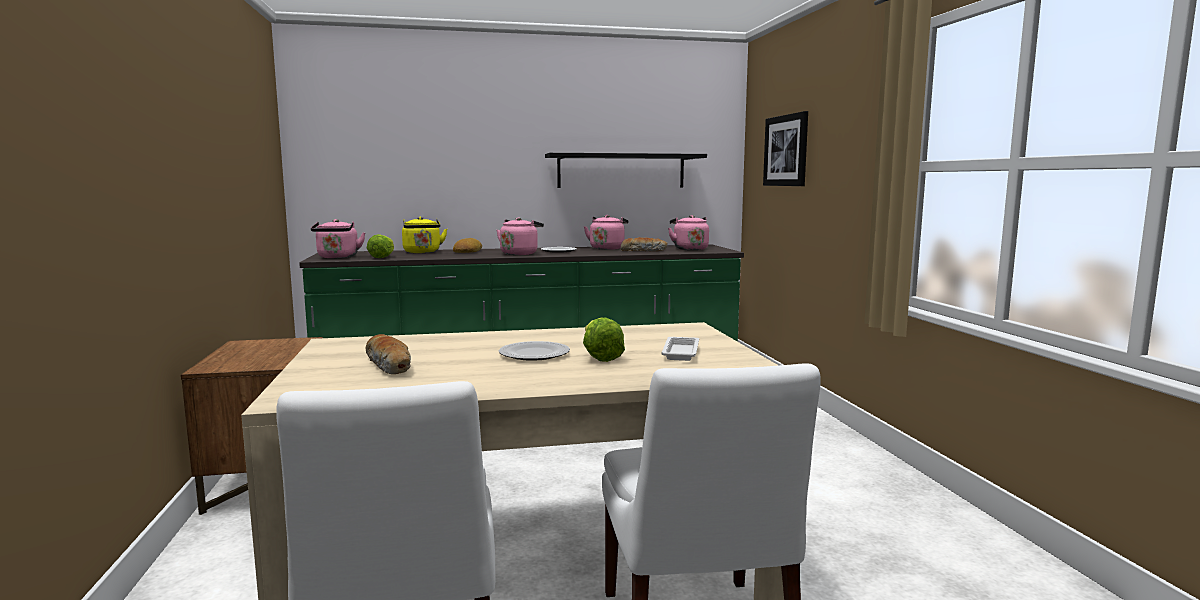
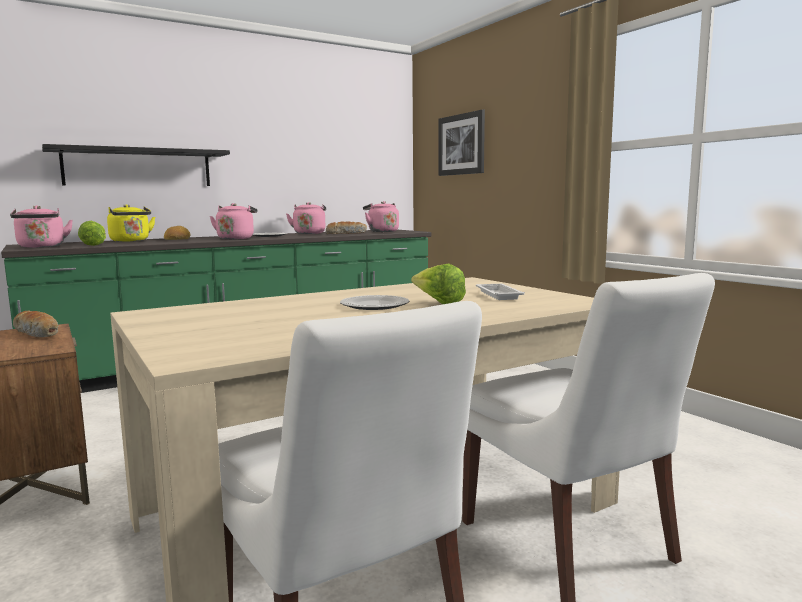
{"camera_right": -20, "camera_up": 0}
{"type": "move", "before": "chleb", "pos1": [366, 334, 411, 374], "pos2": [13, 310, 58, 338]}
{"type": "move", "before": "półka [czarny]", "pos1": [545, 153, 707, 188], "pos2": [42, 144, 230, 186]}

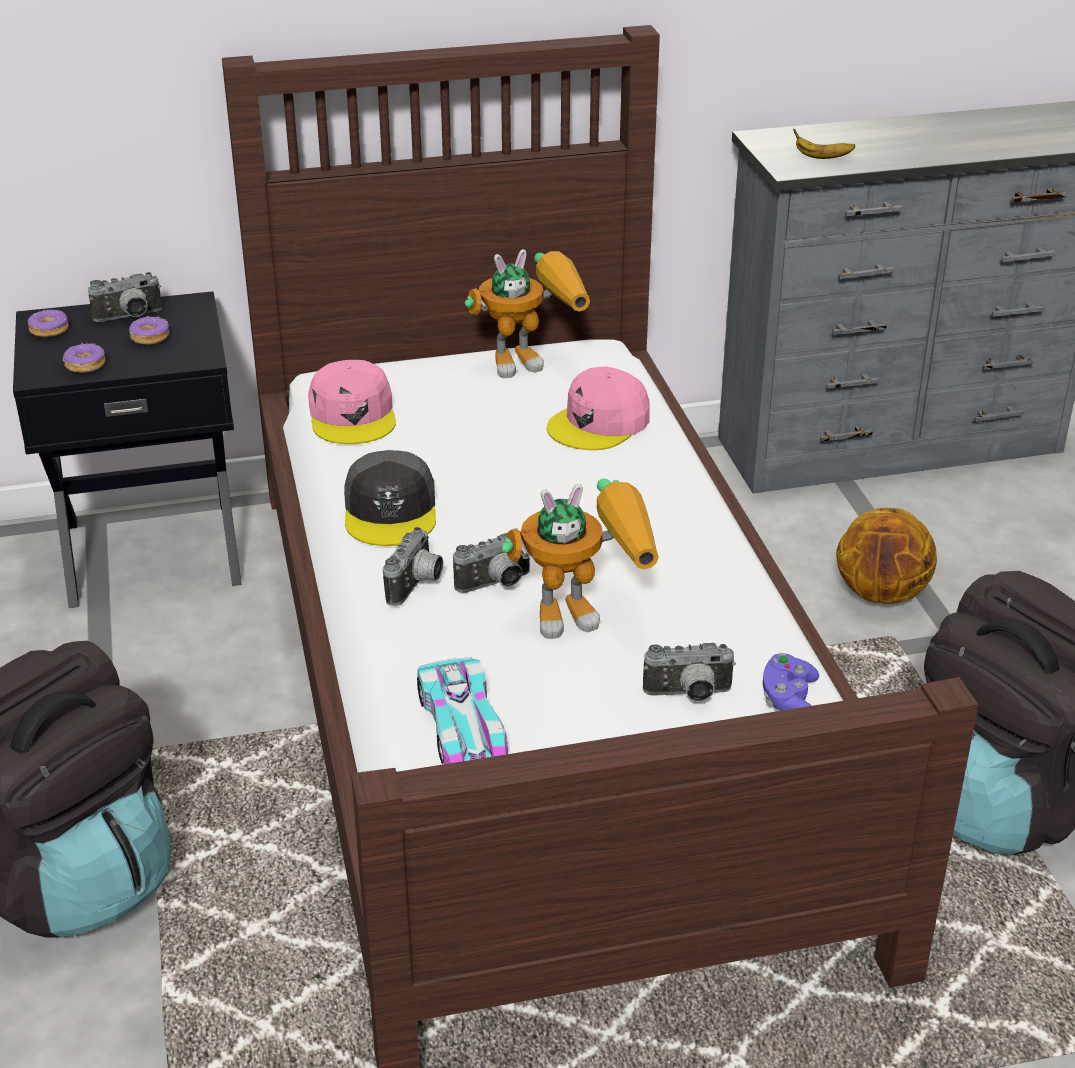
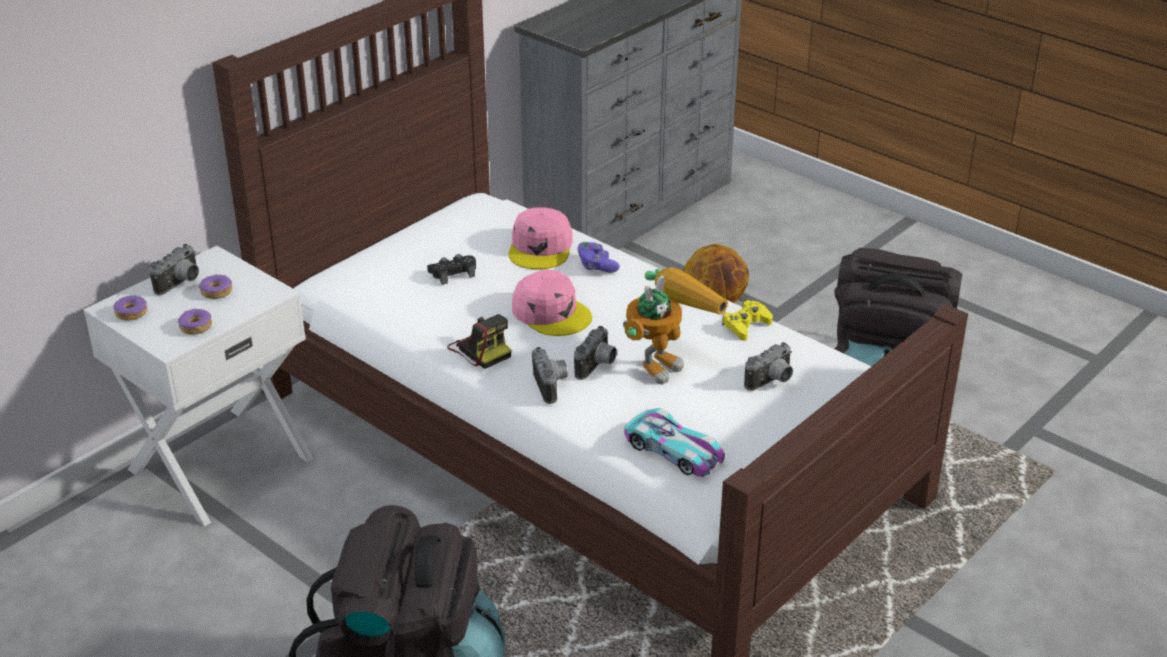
{"camera_right": -35, "camera_up": 0}
{"type": "delete", "before": "robot zabawkowy", "pos1": [465, 249, 590, 378]}
{"type": "delete", "before": "banan", "pos1": [793, 129, 855, 159]}
{"type": "insert", "after": "pad do gier [czarny]", "pos2": [427, 254, 476, 285]}
{"type": "insert", "after": "pad do gier [żółty]", "pos2": [722, 300, 773, 341]}
{"type": "move", "before": "czapka z daszkiem [różowy]", "pos1": [308, 360, 396, 444], "pos2": [512, 270, 592, 336]}
{"type": "move", "before": "pad do gier [fioletowy]", "pos1": [763, 653, 819, 711], "pos2": [577, 242, 620, 273]}
{"type": "replace", "before": "czapka z daszkiem [szary]", "after": "aparat fotograficzny", "pos1": [344, 450, 436, 546], "pos2": [447, 314, 511, 369]}
{"type": "recolor", "before": "szafka nocna [czarny]", "after": "szafka nocna [biały]", "pos1": [13, 291, 242, 608], "pos2": [84, 246, 314, 526]}

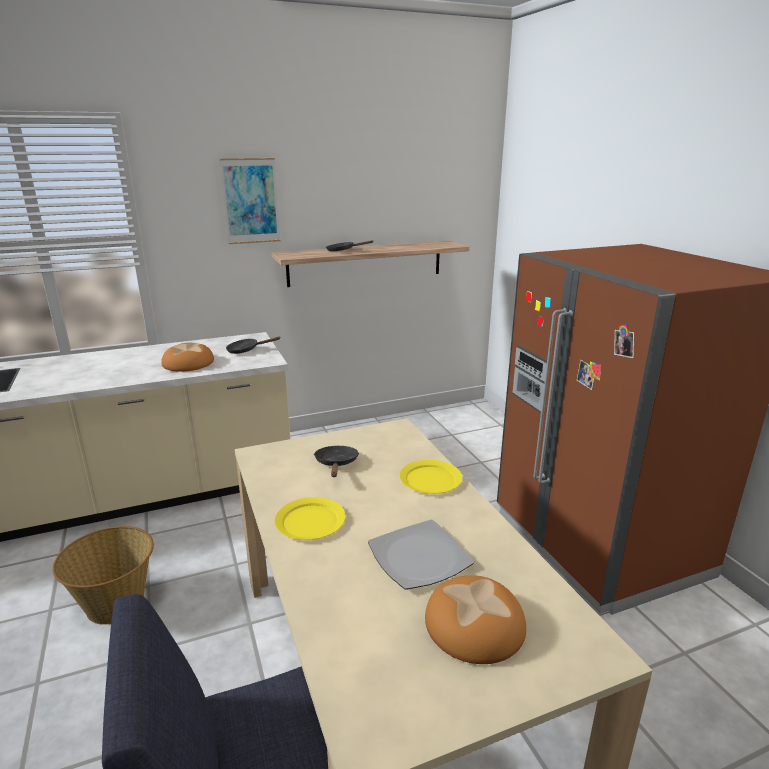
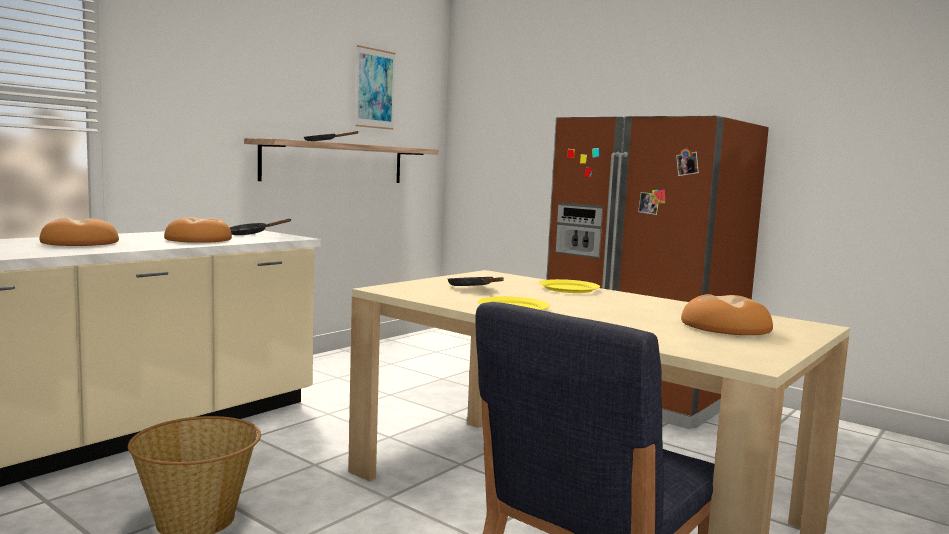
{"camera_right": -30, "camera_up": -15}
{"type": "delete", "before": "talerz", "pos1": [368, 520, 474, 590]}
{"type": "insert", "after": "chleb", "pos2": [40, 218, 119, 246]}
{"type": "move", "before": "obraz", "pos1": [219, 158, 280, 244], "pos2": [355, 45, 396, 130]}

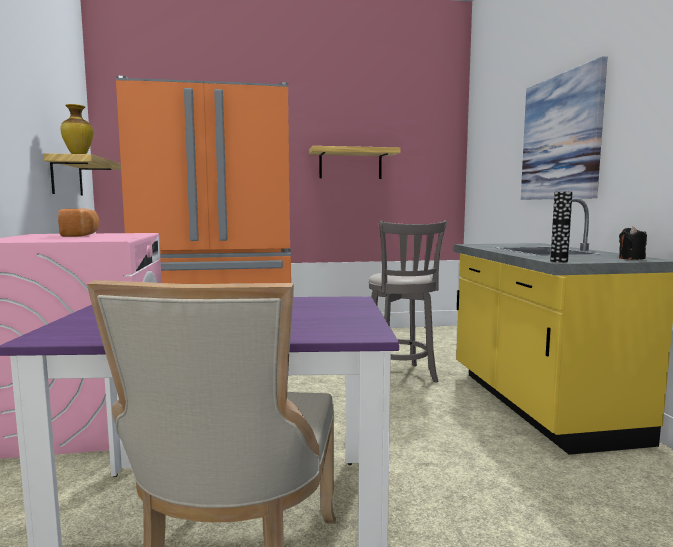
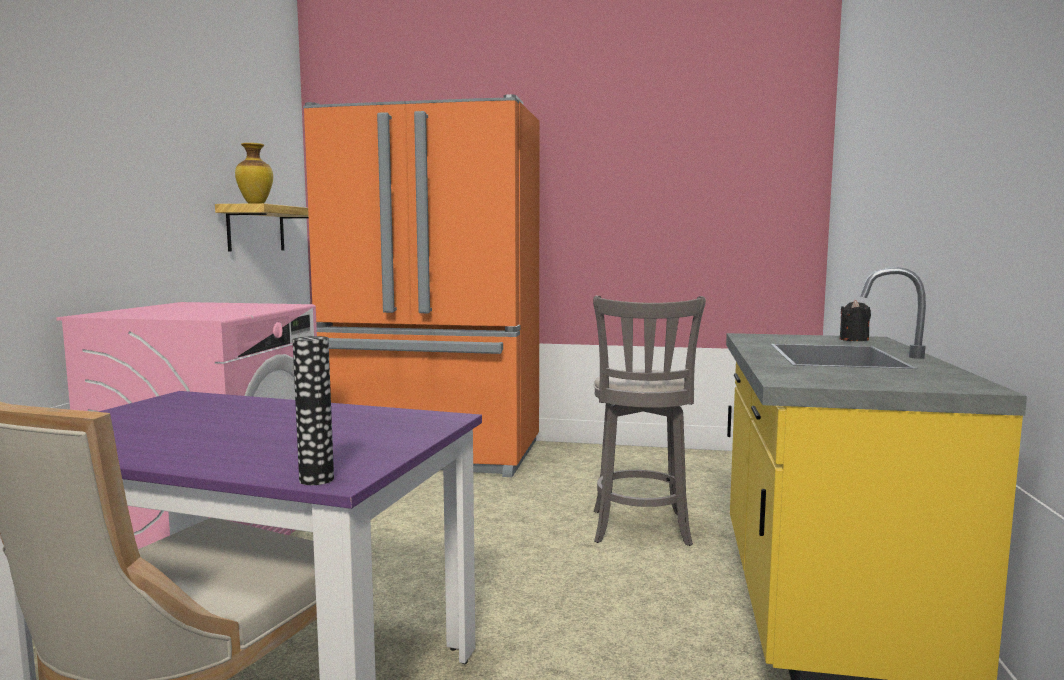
{"camera_right": 20, "camera_up": 0}
{"type": "delete", "before": "chleb", "pos1": [58, 208, 99, 237]}
{"type": "delete", "before": "półka", "pos1": [309, 146, 401, 179]}
{"type": "delete", "before": "obraz", "pos1": [521, 56, 607, 200]}
{"type": "move", "before": "wazon", "pos1": [550, 192, 573, 263], "pos2": [292, 336, 334, 485]}
{"type": "move", "before": "świeca [czarny]", "pos1": [619, 226, 647, 260], "pos2": [840, 300, 871, 341]}

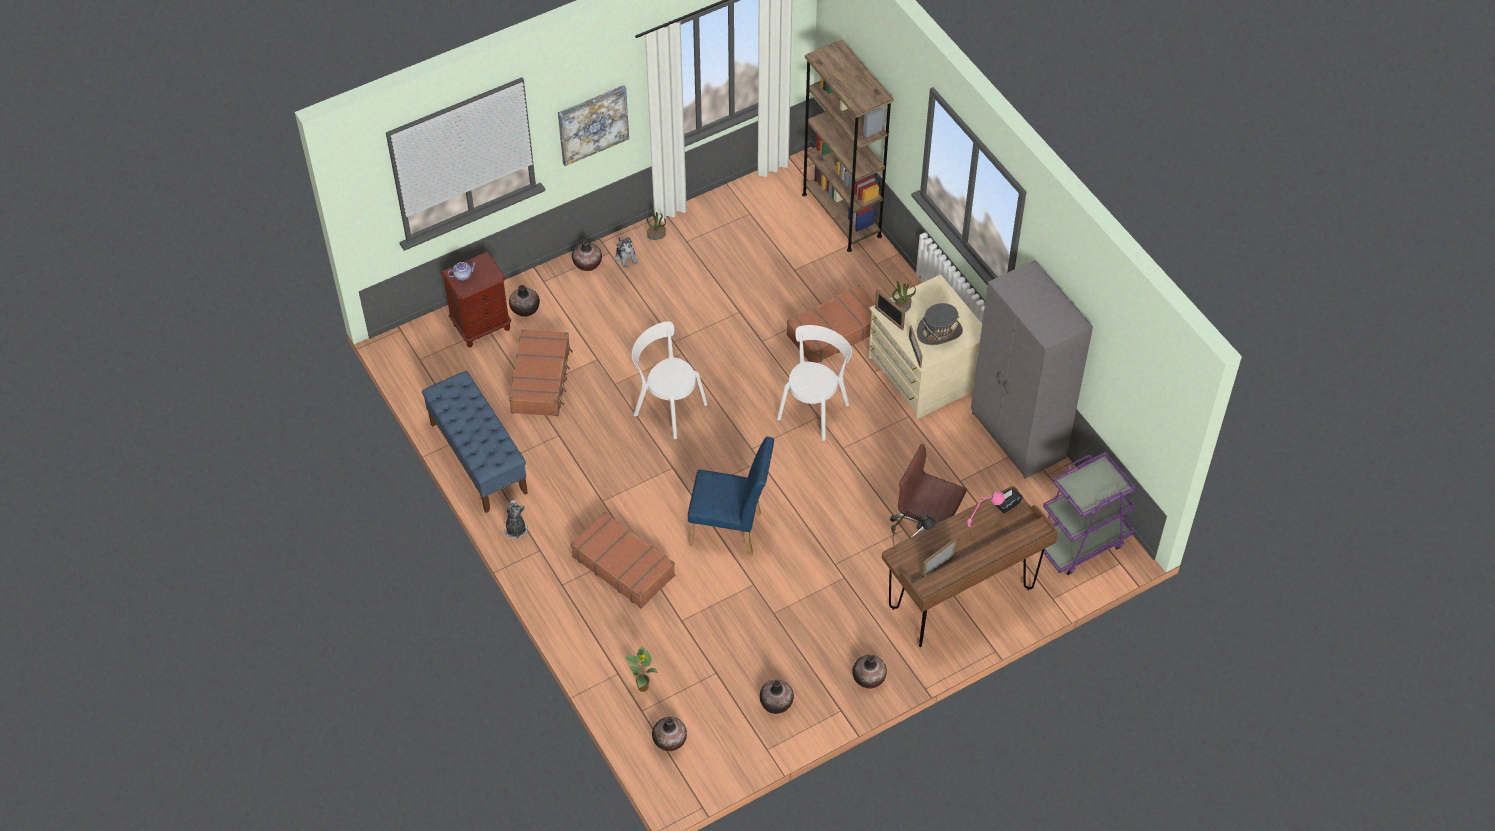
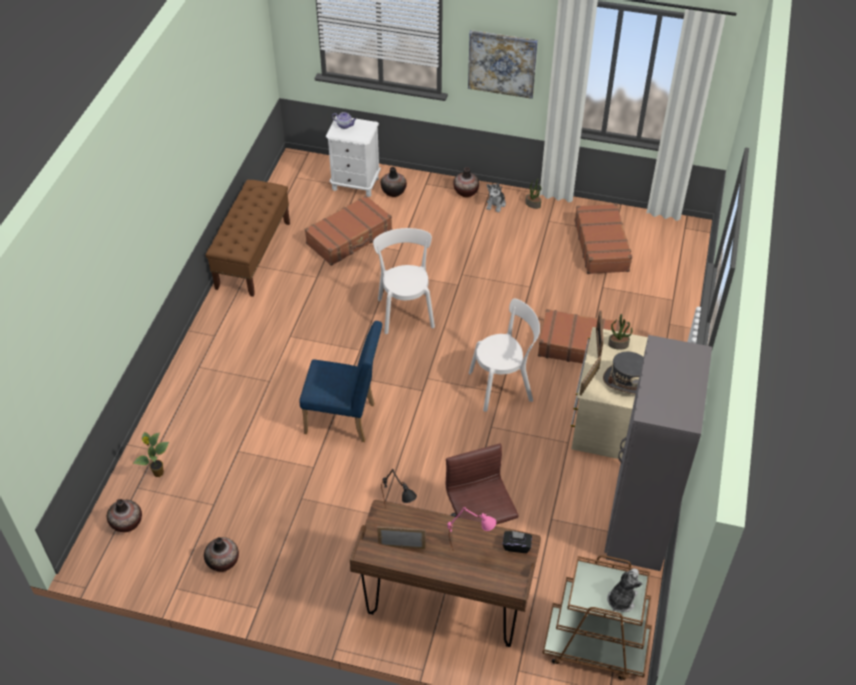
{"camera_right": 45, "camera_up": -5}
{"type": "delete", "before": "regał [brązowy]", "pos1": [802, 39, 894, 252]}
{"type": "delete", "before": "wazon", "pos1": [852, 655, 887, 689]}
{"type": "move", "before": "pluszak", "pos1": [504, 500, 528, 539], "pos2": [607, 568, 643, 612]}
{"type": "move", "before": "walizka [brązowy]", "pos1": [570, 512, 675, 608], "pos2": [575, 204, 632, 274]}
{"type": "recolor", "before": "ławka [niebieski]", "after": "ławka [brązowy]", "pos1": [422, 371, 528, 513], "pos2": [206, 180, 290, 297]}
{"type": "recolor", "before": "szafka nocna [brązowy]", "after": "szafka nocna [biały]", "pos1": [441, 252, 511, 348], "pos2": [326, 116, 381, 197]}
{"type": "recolor", "before": "wózek [fioletowy]", "after": "wózek [brązowy]", "pos1": [1041, 452, 1135, 575], "pos2": [542, 555, 652, 680]}
{"type": "rotate", "before": "krzesło [niebieski]", "pos1": [688, 437, 774, 555], "pos2": [299, 321, 382, 442], "turn": -45}

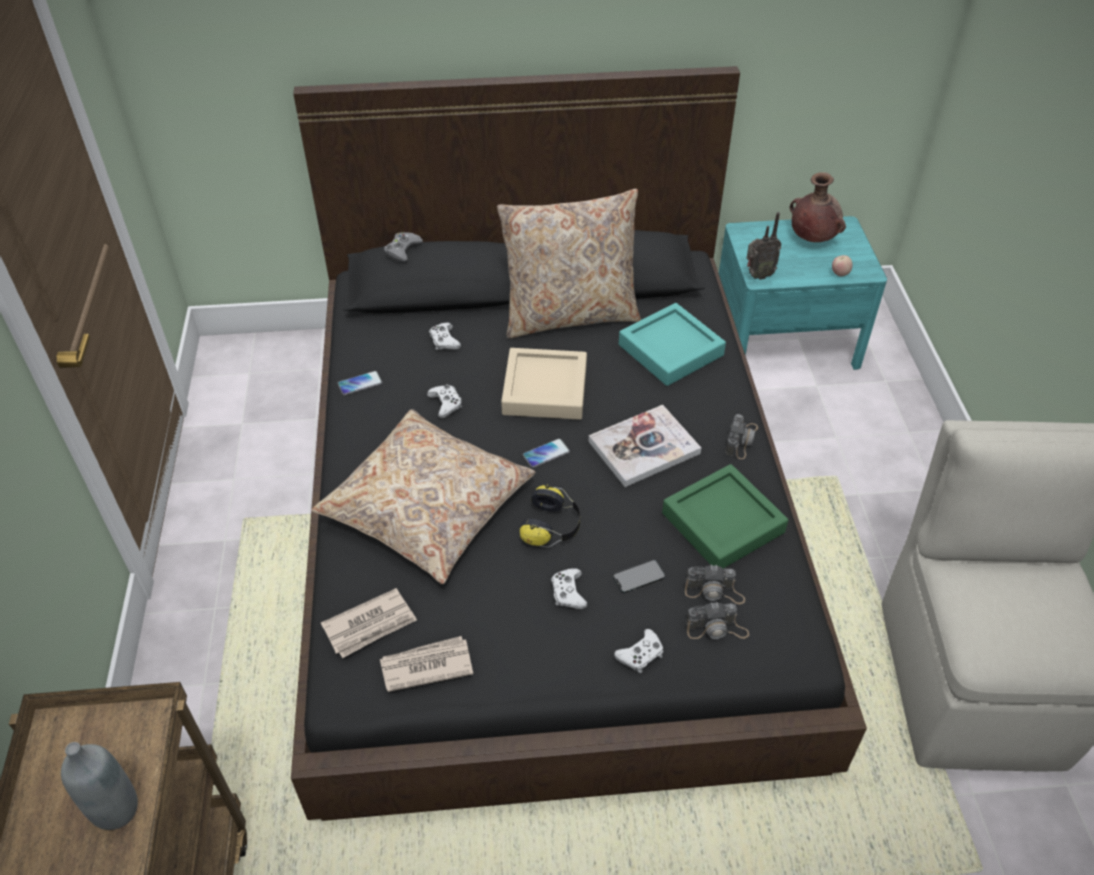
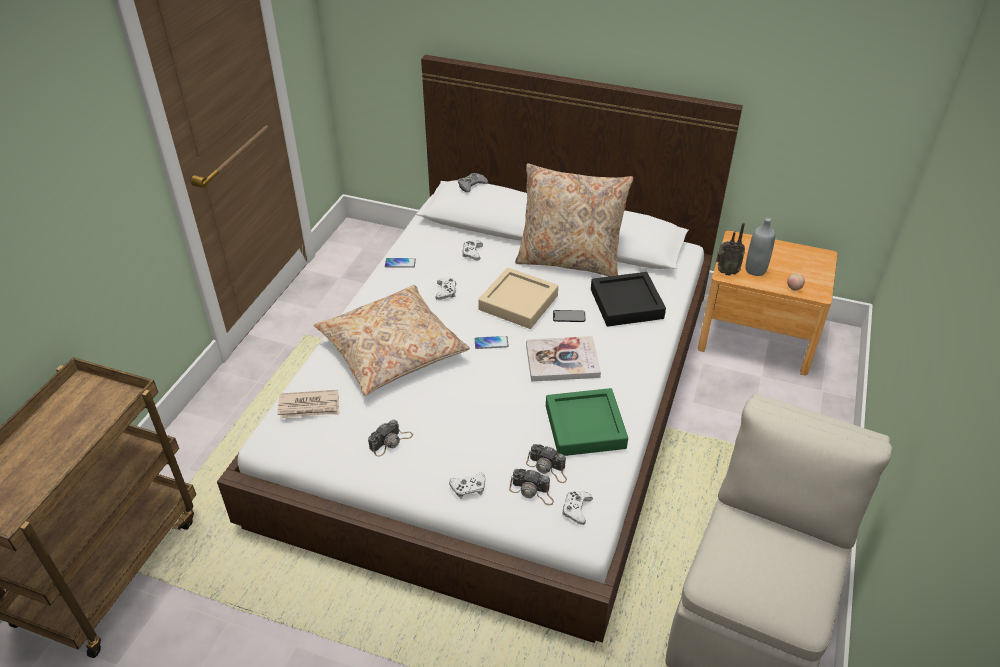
{"camera_right": 25, "camera_up": -5}
{"type": "delete", "before": "gazeta", "pos1": [380, 636, 473, 692]}
{"type": "delete", "before": "słuchawki", "pos1": [520, 485, 581, 548]}
{"type": "delete", "before": "wazon [brązowy]", "pos1": [790, 172, 846, 242]}
{"type": "move", "before": "butelka [szary]", "pos1": [61, 742, 138, 830], "pos2": [745, 218, 775, 276]}
{"type": "move", "before": "pad do gier [biały]", "pos1": [551, 568, 587, 609], "pos2": [562, 491, 593, 525]}
{"type": "move", "before": "telefon", "pos1": [613, 559, 666, 593], "pos2": [553, 310, 585, 322]}
{"type": "move", "before": "aparat fotograficzny", "pos1": [725, 414, 758, 459], "pos2": [368, 419, 413, 457]}
{"type": "recolor", "before": "łóżko [czarny]", "after": "łóżko [biały]", "pos1": [291, 66, 867, 821], "pos2": [217, 55, 743, 643]}
{"type": "recolor", "before": "taca [turkusowy]", "after": "taca [czarny]", "pos1": [619, 303, 726, 386], "pos2": [591, 272, 666, 326]}
{"type": "recolor", "before": "szafka nocna [turkusowy]", "after": "szafka nocna [brązowy]", "pos1": [719, 216, 887, 370], "pos2": [698, 231, 838, 375]}

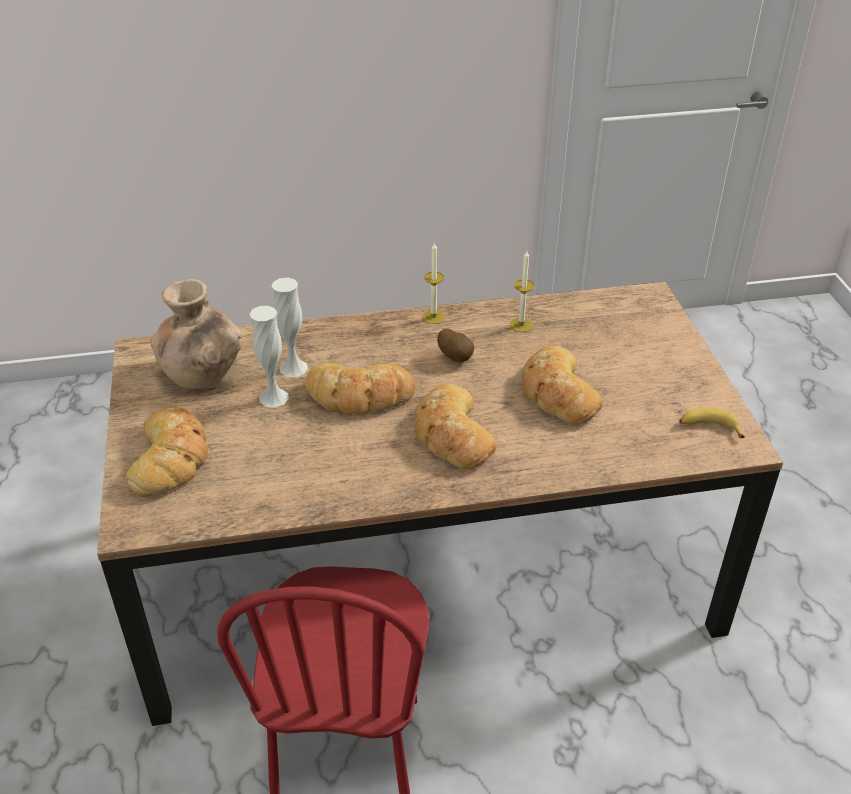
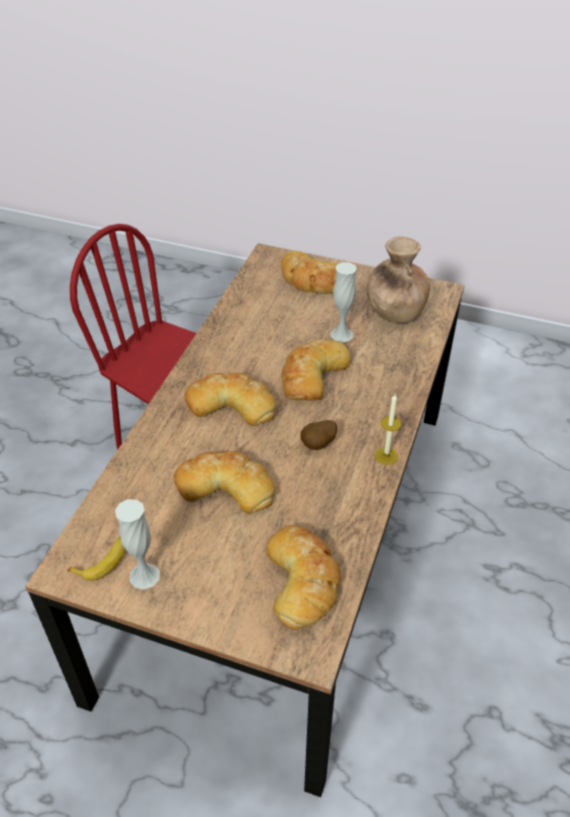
{"camera_right": 120, "camera_up": 5}
{"type": "delete", "before": "świeca", "pos1": [510, 251, 535, 332]}
{"type": "insert", "after": "chleb", "pos2": [266, 525, 341, 630]}
{"type": "move", "before": "wazon [biały]", "pos1": [271, 278, 308, 377], "pos2": [115, 499, 160, 590]}

